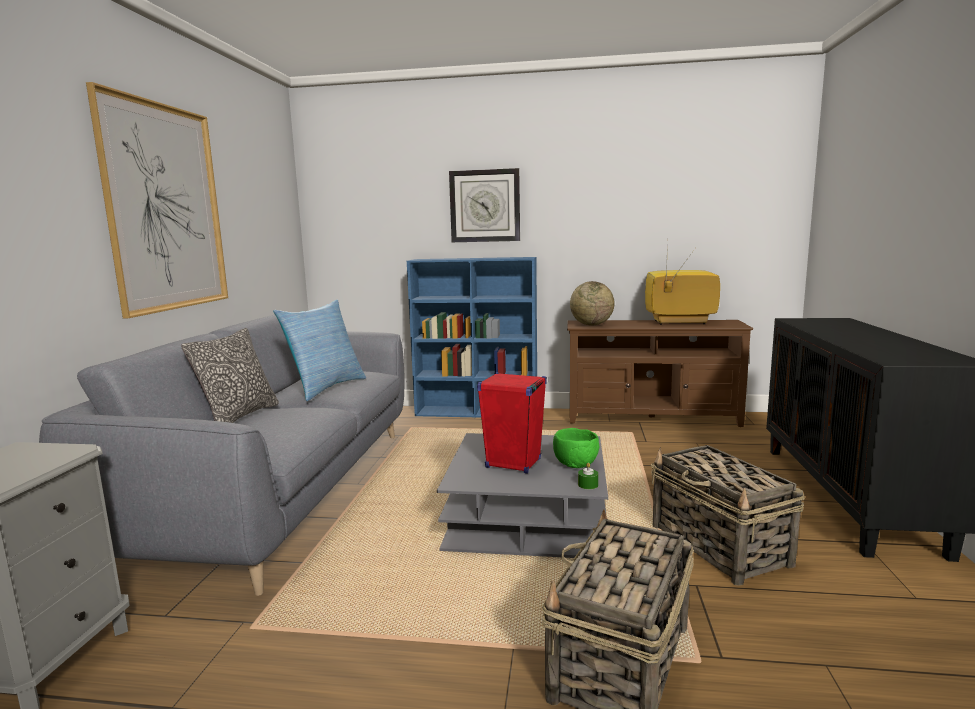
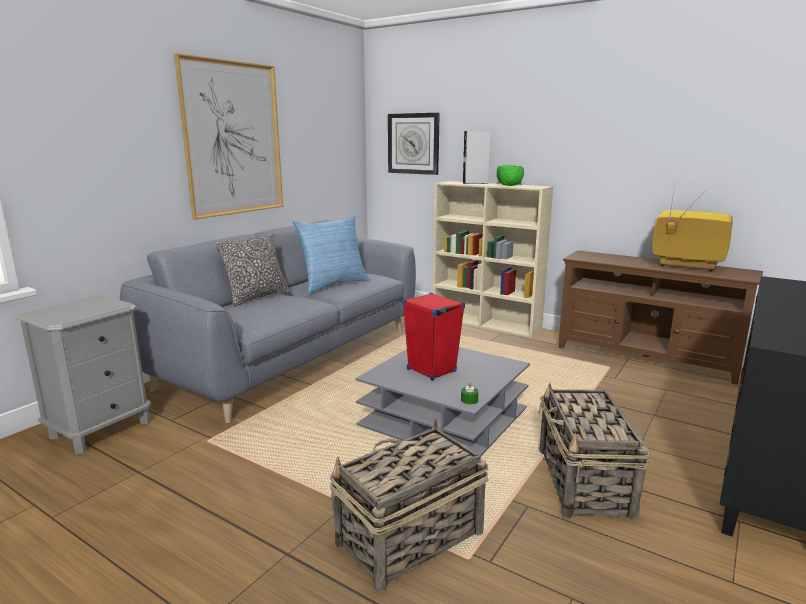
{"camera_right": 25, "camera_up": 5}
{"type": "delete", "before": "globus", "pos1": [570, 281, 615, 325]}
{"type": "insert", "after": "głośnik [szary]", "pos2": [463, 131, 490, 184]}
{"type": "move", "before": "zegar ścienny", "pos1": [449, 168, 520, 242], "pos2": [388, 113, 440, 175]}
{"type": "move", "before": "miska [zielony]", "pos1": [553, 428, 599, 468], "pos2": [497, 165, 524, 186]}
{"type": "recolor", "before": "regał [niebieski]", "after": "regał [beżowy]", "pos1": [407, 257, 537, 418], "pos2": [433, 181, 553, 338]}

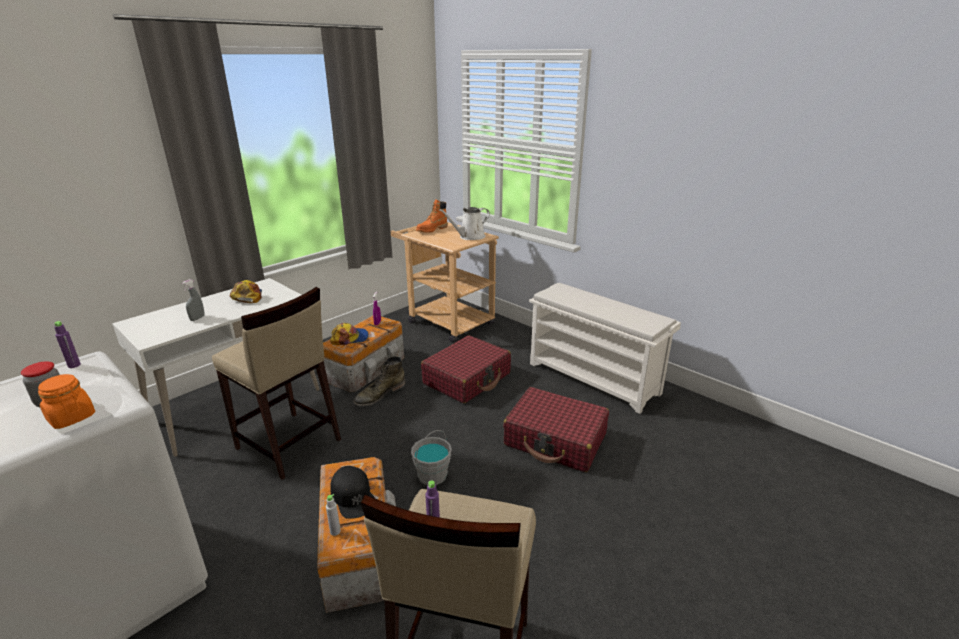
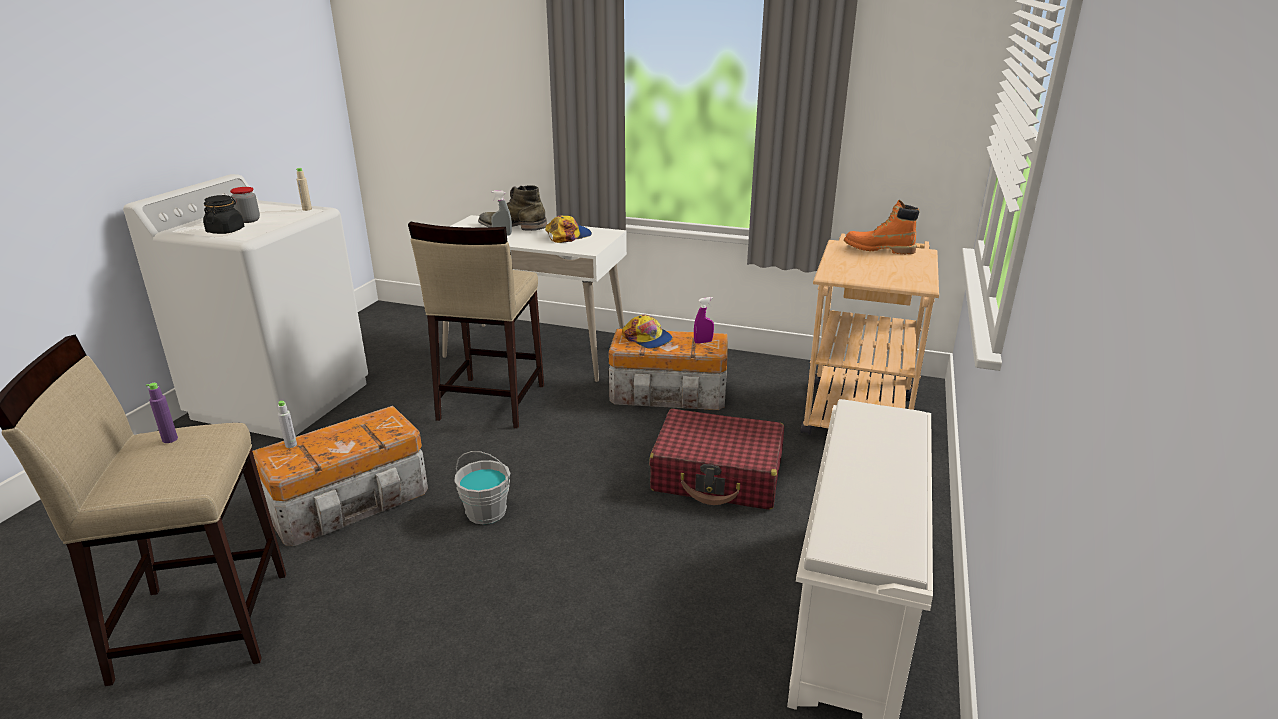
{"camera_right": 65, "camera_up": 0}
{"type": "delete", "before": "czapka z daszkiem [czarny]", "pos1": [330, 466, 375, 519]}
{"type": "delete", "before": "konewka [biały]", "pos1": [439, 207, 490, 240]}
{"type": "delete", "before": "walizka [czerwony]", "pos1": [503, 387, 609, 472]}
{"type": "move", "before": "but z cholewką [zielony]", "pos1": [353, 356, 405, 407], "pos2": [478, 185, 547, 231]}
{"type": "recolor", "before": "słoik [pomarańczowy]", "after": "słoik [czarny]", "pos1": [38, 374, 95, 429], "pos2": [203, 195, 244, 234]}
{"type": "recolor", "before": "butelka [fioletowy]", "after": "butelka [beżowy]", "pos1": [54, 321, 81, 368], "pos2": [296, 168, 312, 211]}

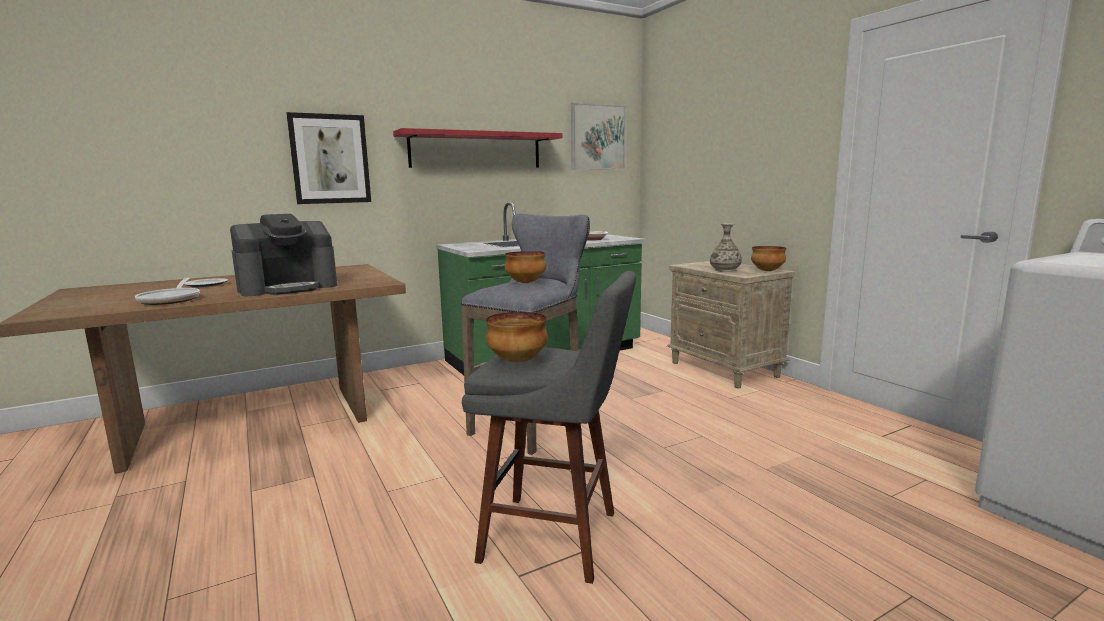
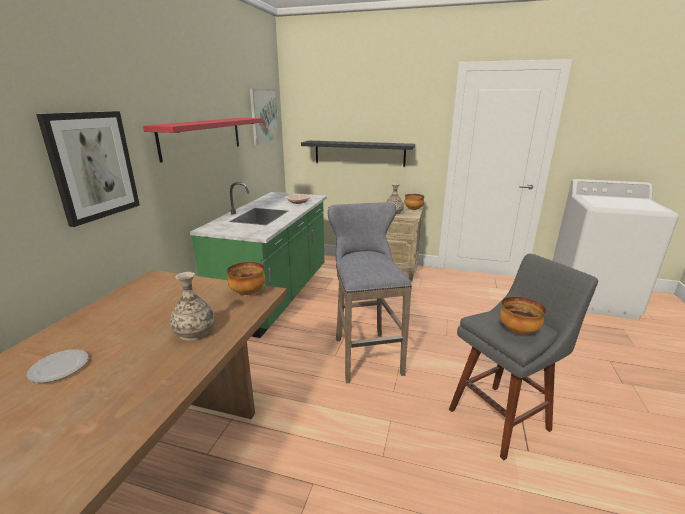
{"camera_right": -45, "camera_up": 10}
{"type": "delete", "before": "patelnia", "pos1": [135, 278, 200, 305]}
{"type": "insert", "after": "półka [czarny]", "pos2": [301, 141, 415, 167]}
{"type": "move", "before": "miska", "pos1": [505, 251, 546, 283], "pos2": [227, 262, 266, 295]}
{"type": "replace", "before": "ekspres do kawy", "after": "wazon", "pos1": [230, 214, 337, 296], "pos2": [170, 272, 215, 341]}

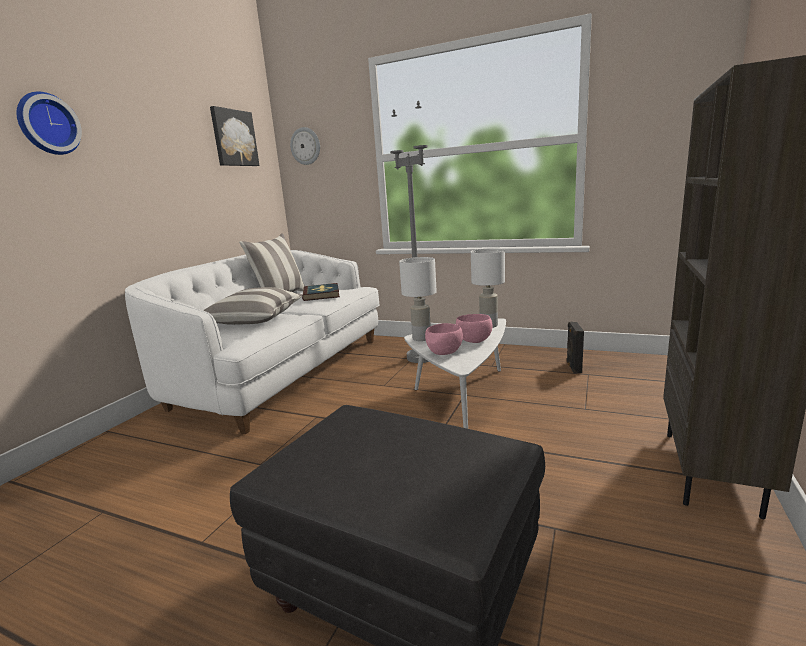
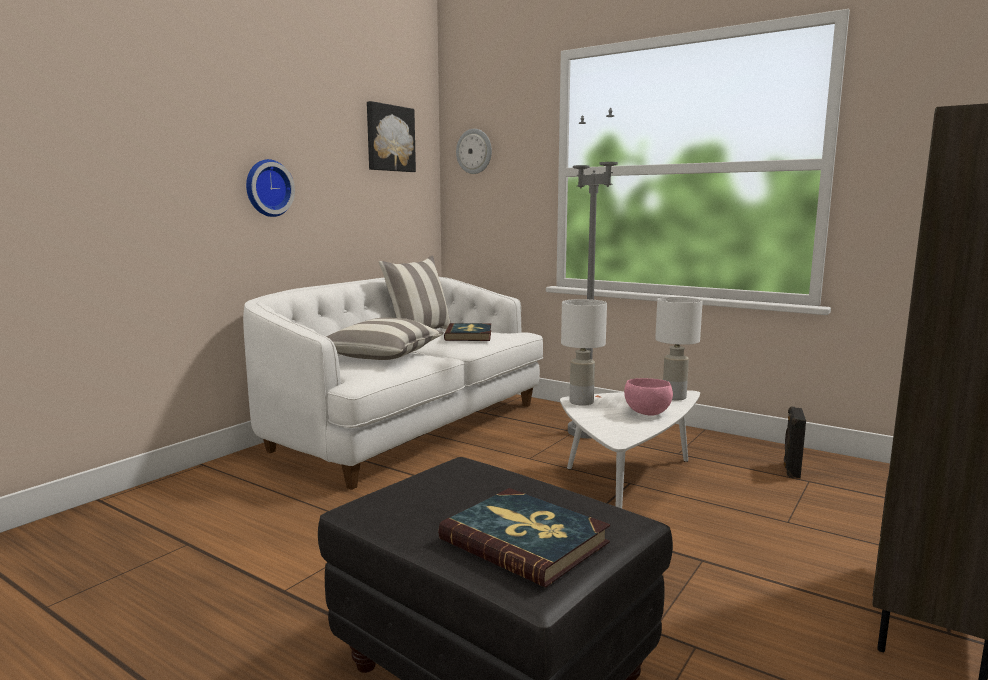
{"camera_right": 10, "camera_up": -5}
{"type": "delete", "before": "miska [różowy]", "pos1": [425, 323, 463, 355]}
{"type": "insert", "after": "książka", "pos2": [438, 488, 610, 587]}
{"type": "move", "before": "zegar ścienny", "pos1": [16, 91, 82, 155], "pos2": [246, 159, 295, 217]}

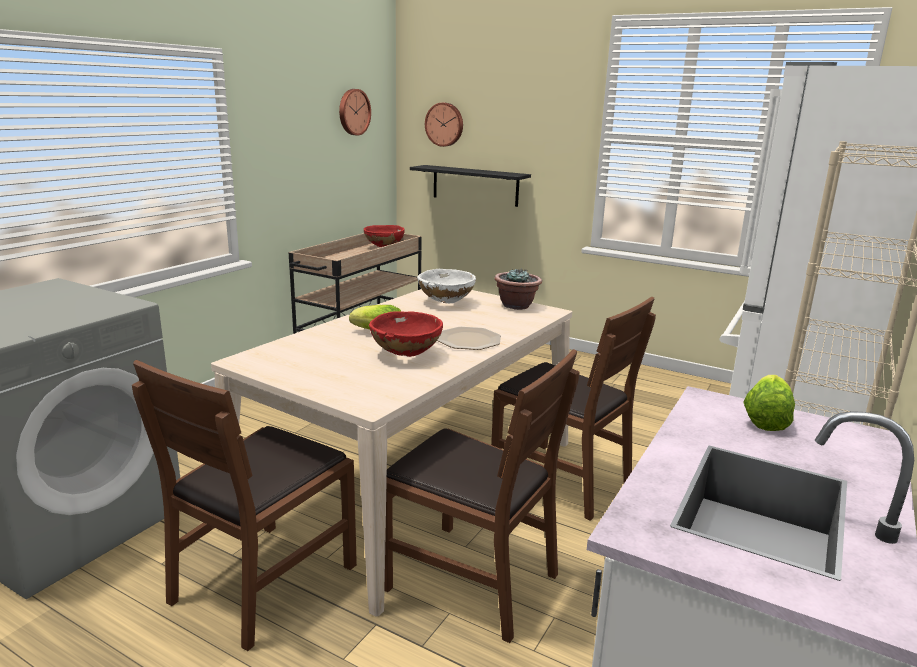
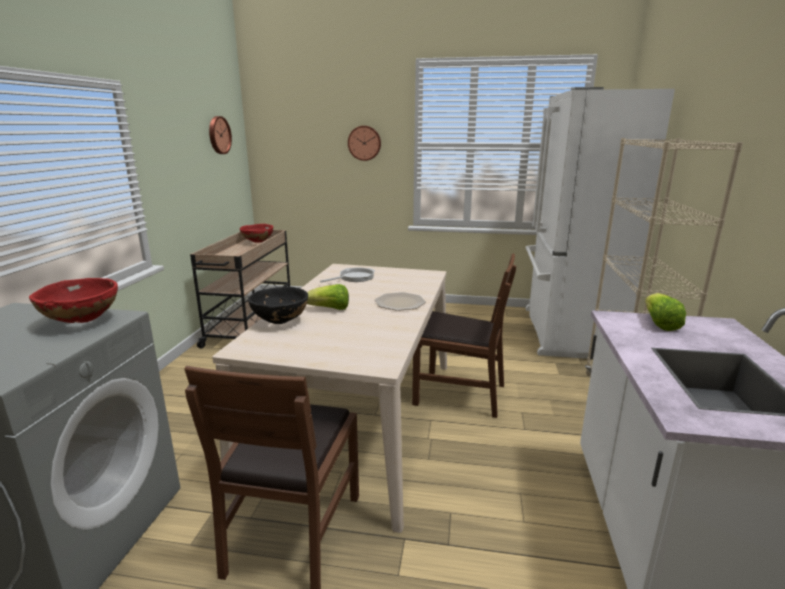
{"camera_right": -20, "camera_up": 0}
{"type": "delete", "before": "krzesło [brązowy]", "pos1": [384, 349, 579, 643]}
{"type": "delete", "before": "półka [czarny]", "pos1": [410, 165, 531, 207]}
{"type": "delete", "before": "roślina doniczkowa", "pos1": [494, 268, 542, 310]}
{"type": "insert", "after": "miska [czarny]", "pos2": [248, 287, 308, 324]}
{"type": "move", "before": "miska [czerwony]", "pos1": [369, 311, 443, 357], "pos2": [29, 278, 118, 323]}
{"type": "move", "before": "zegar ścienny", "pos1": [425, 103, 463, 147], "pos2": [348, 126, 381, 161]}
{"type": "replace", "before": "miska [biały]", "after": "patelnia", "pos1": [417, 269, 476, 303], "pos2": [320, 268, 375, 282]}

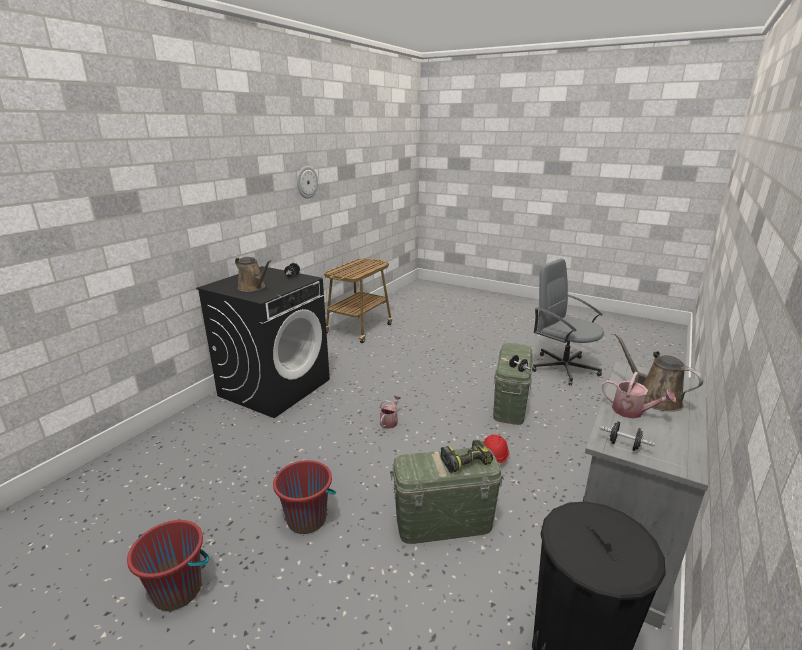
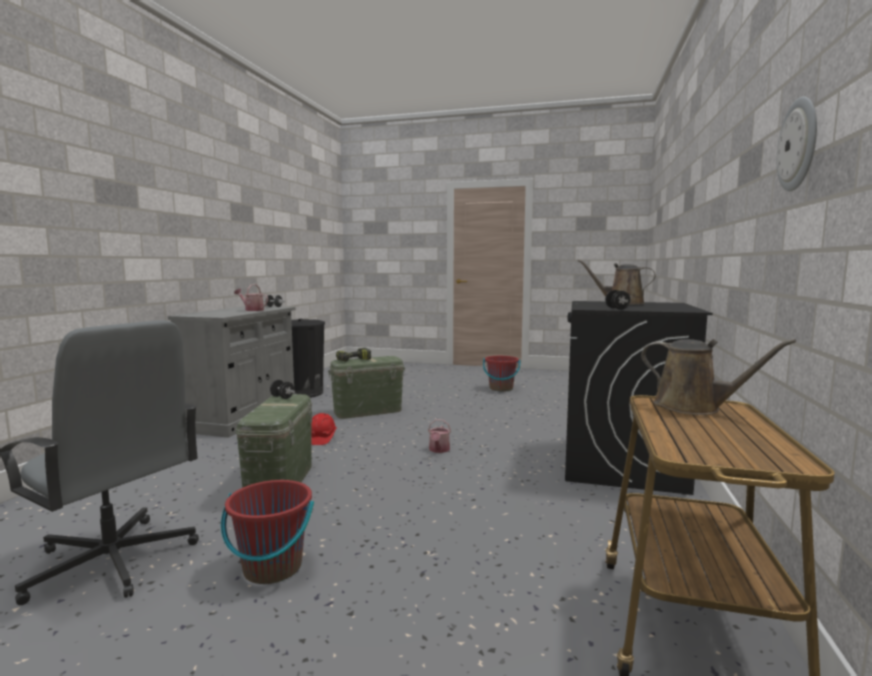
{"camera_right": 165, "camera_up": -15}
{"type": "move", "before": "wiadro [czerwony]", "pos1": [273, 460, 336, 534], "pos2": [221, 480, 314, 584]}
{"type": "move", "before": "konewka [brązowy]", "pos1": [614, 333, 703, 412], "pos2": [641, 339, 796, 415]}

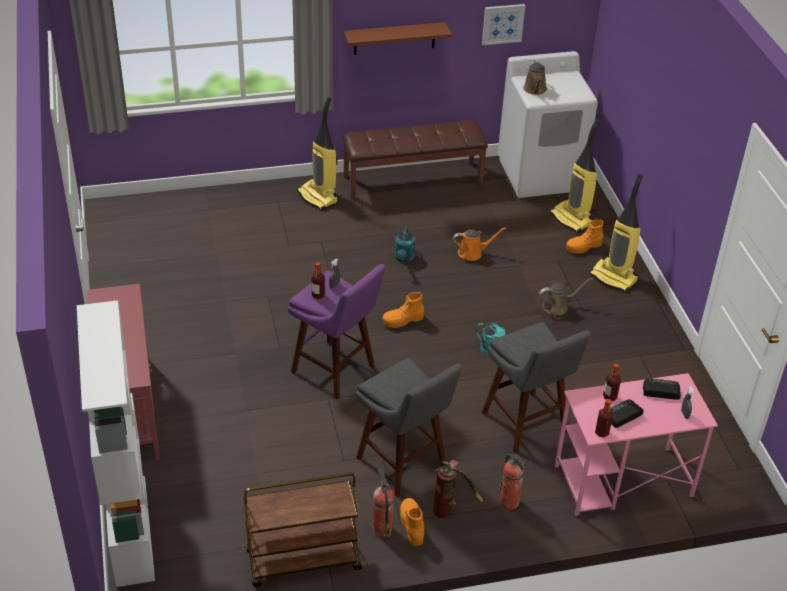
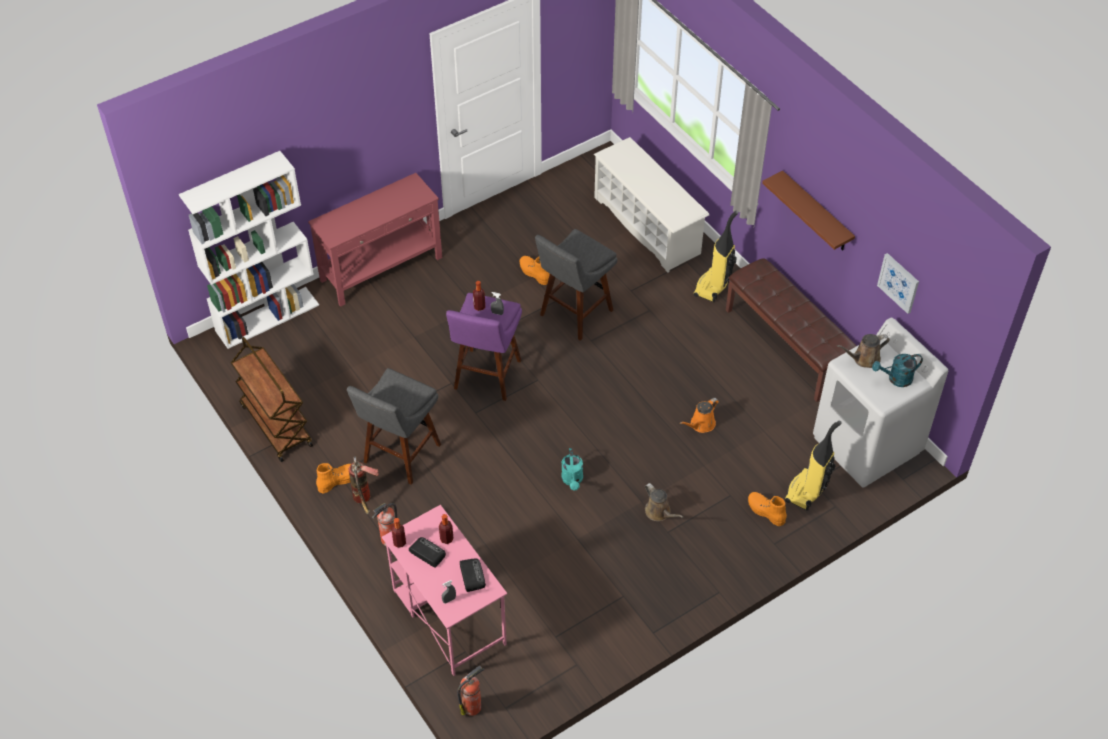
{"camera_right": 70, "camera_up": 10}
{"type": "delete", "before": "odkurzacz", "pos1": [589, 174, 643, 292]}
{"type": "insert", "after": "regał na buty [biały]", "pos2": [594, 137, 709, 273]}
{"type": "move", "before": "gaśnica", "pos1": [372, 469, 394, 537], "pos2": [457, 666, 485, 716]}
{"type": "move", "before": "but z cholewką [pomarańczowy]", "pos1": [382, 292, 424, 328], "pos2": [520, 256, 550, 285]}
{"type": "move", "before": "konewka [turkusowy]", "pos1": [394, 226, 415, 263], "pos2": [872, 354, 923, 387]}
{"type": "move", "before": "stołek [szary]", "pos1": [482, 322, 591, 453], "pos2": [535, 229, 618, 341]}
{"type": "rotate", "before": "konewka [pomarańczowy]", "pos1": [453, 227, 506, 261], "pos2": [680, 398, 719, 433], "turn": 75}

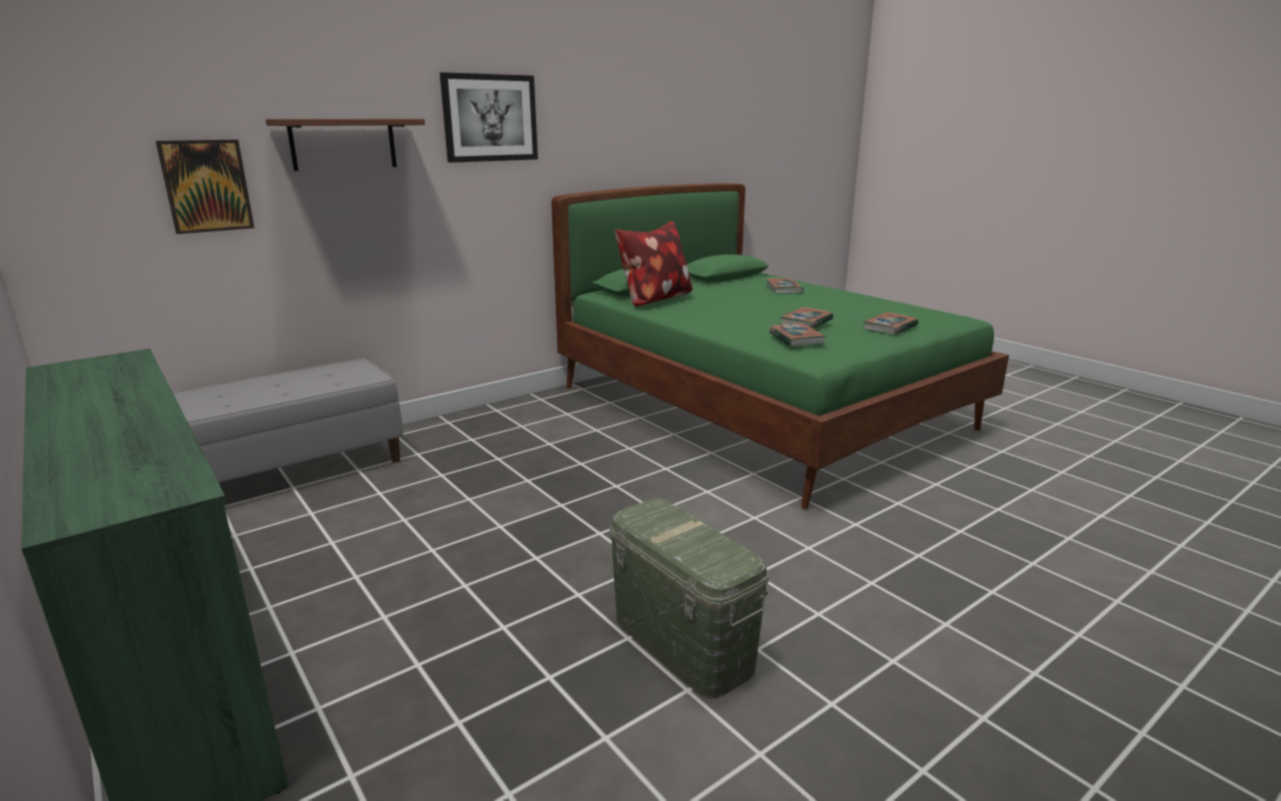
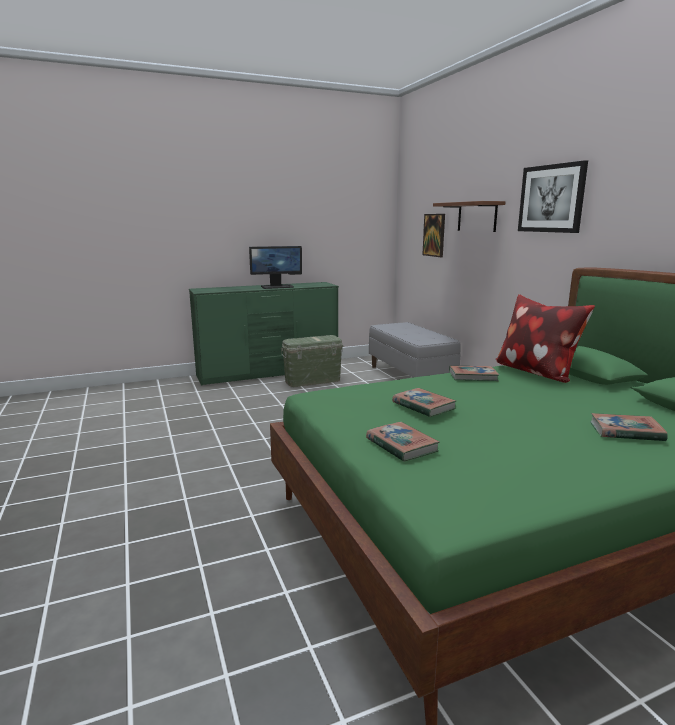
{"camera_right": 105, "camera_up": -5}
{"type": "insert", "after": "monitor", "pos2": [249, 246, 302, 289]}
{"type": "move", "before": "pojemnik do przechowywania [zielony]", "pos1": [610, 498, 769, 699], "pos2": [281, 335, 343, 387]}
{"type": "move", "before": "książka", "pos1": [769, 323, 826, 347], "pos2": [449, 366, 499, 381]}

